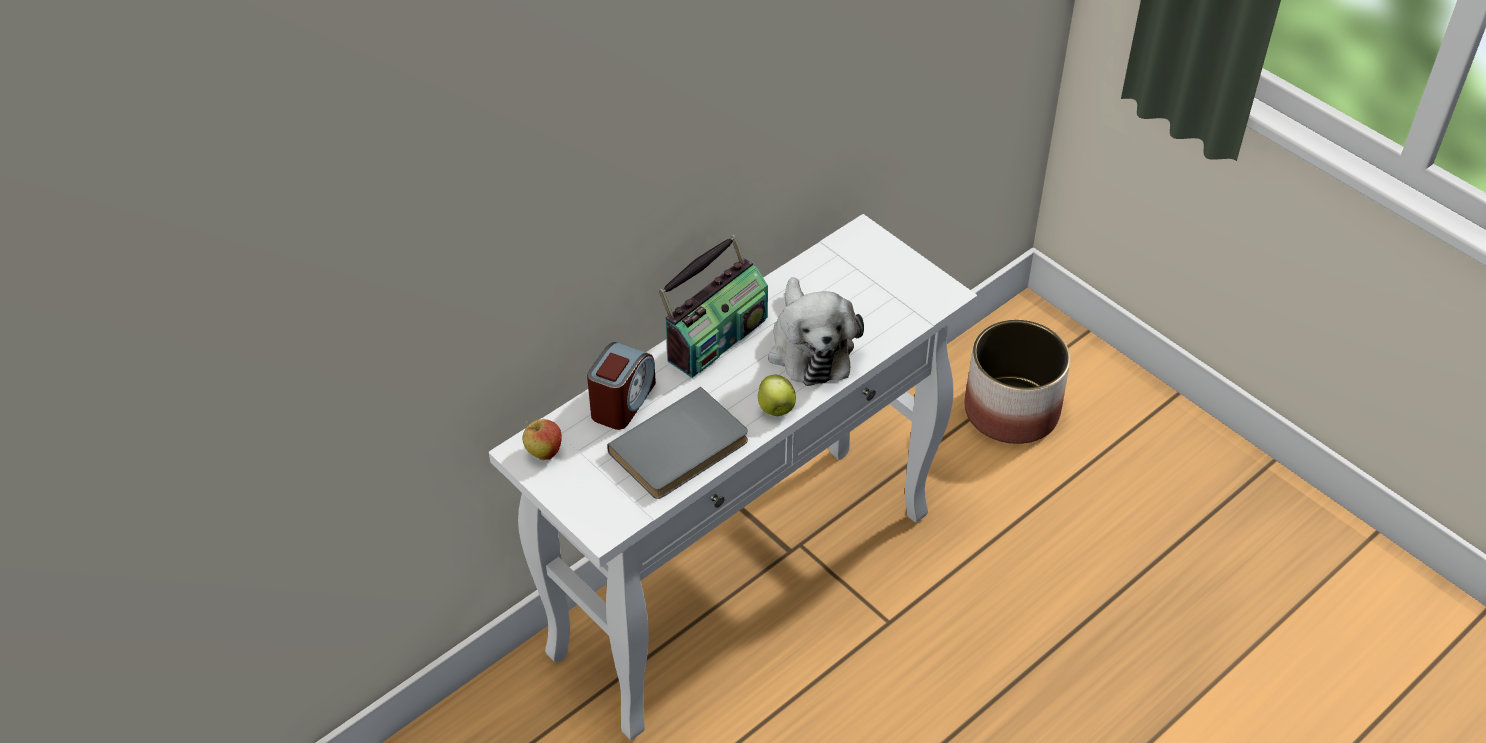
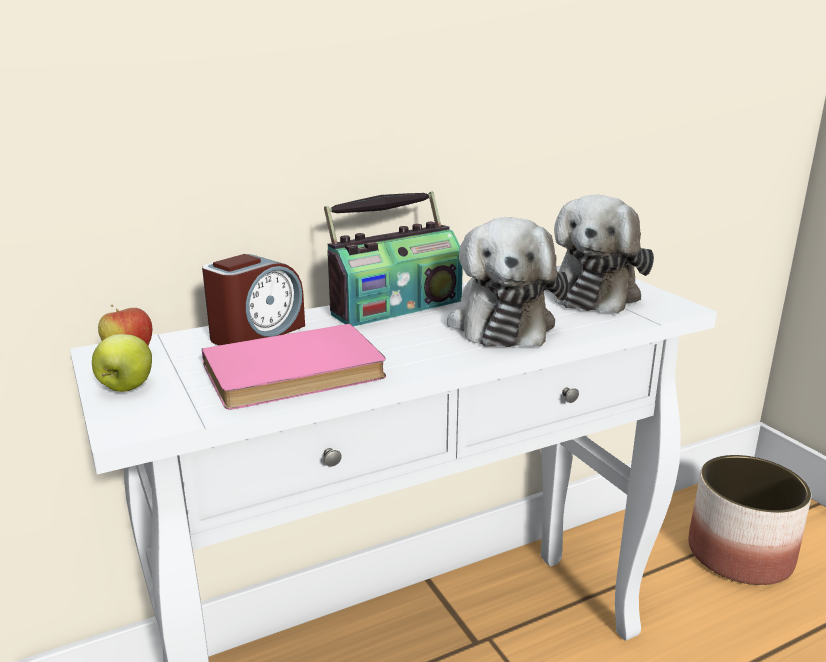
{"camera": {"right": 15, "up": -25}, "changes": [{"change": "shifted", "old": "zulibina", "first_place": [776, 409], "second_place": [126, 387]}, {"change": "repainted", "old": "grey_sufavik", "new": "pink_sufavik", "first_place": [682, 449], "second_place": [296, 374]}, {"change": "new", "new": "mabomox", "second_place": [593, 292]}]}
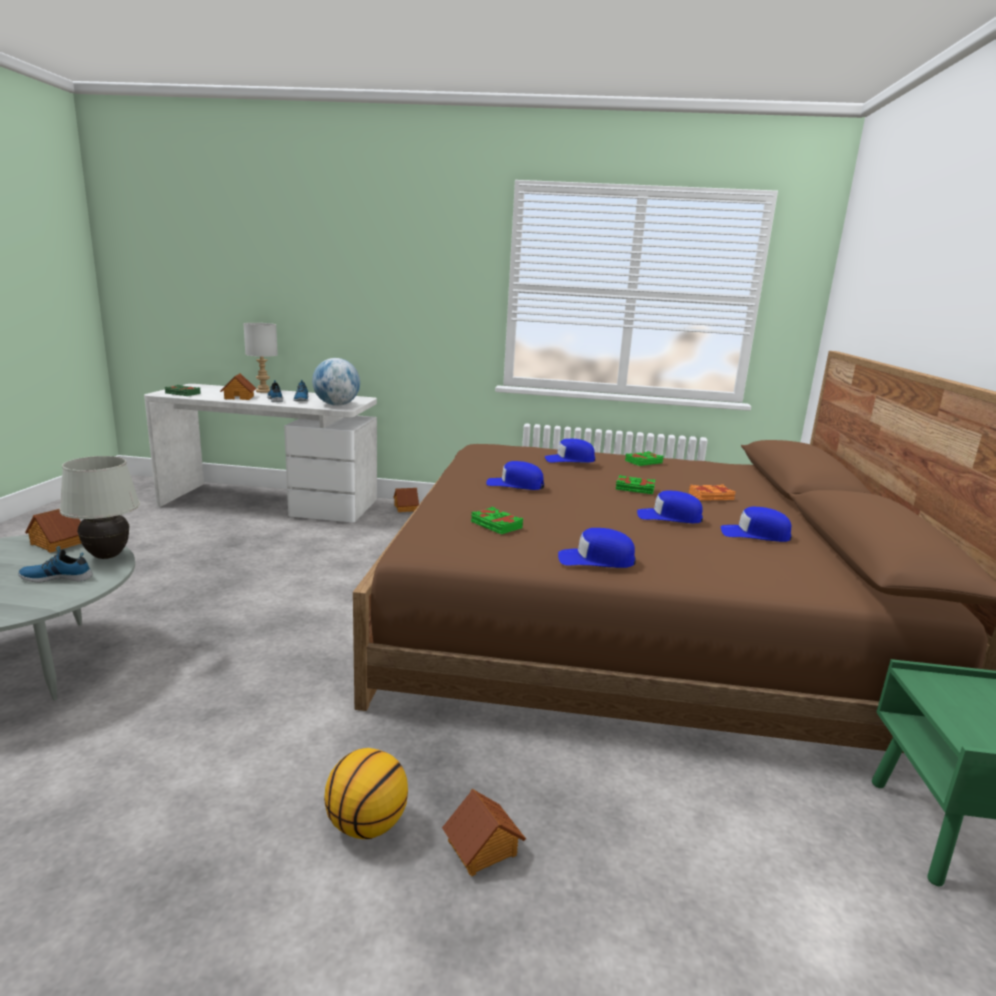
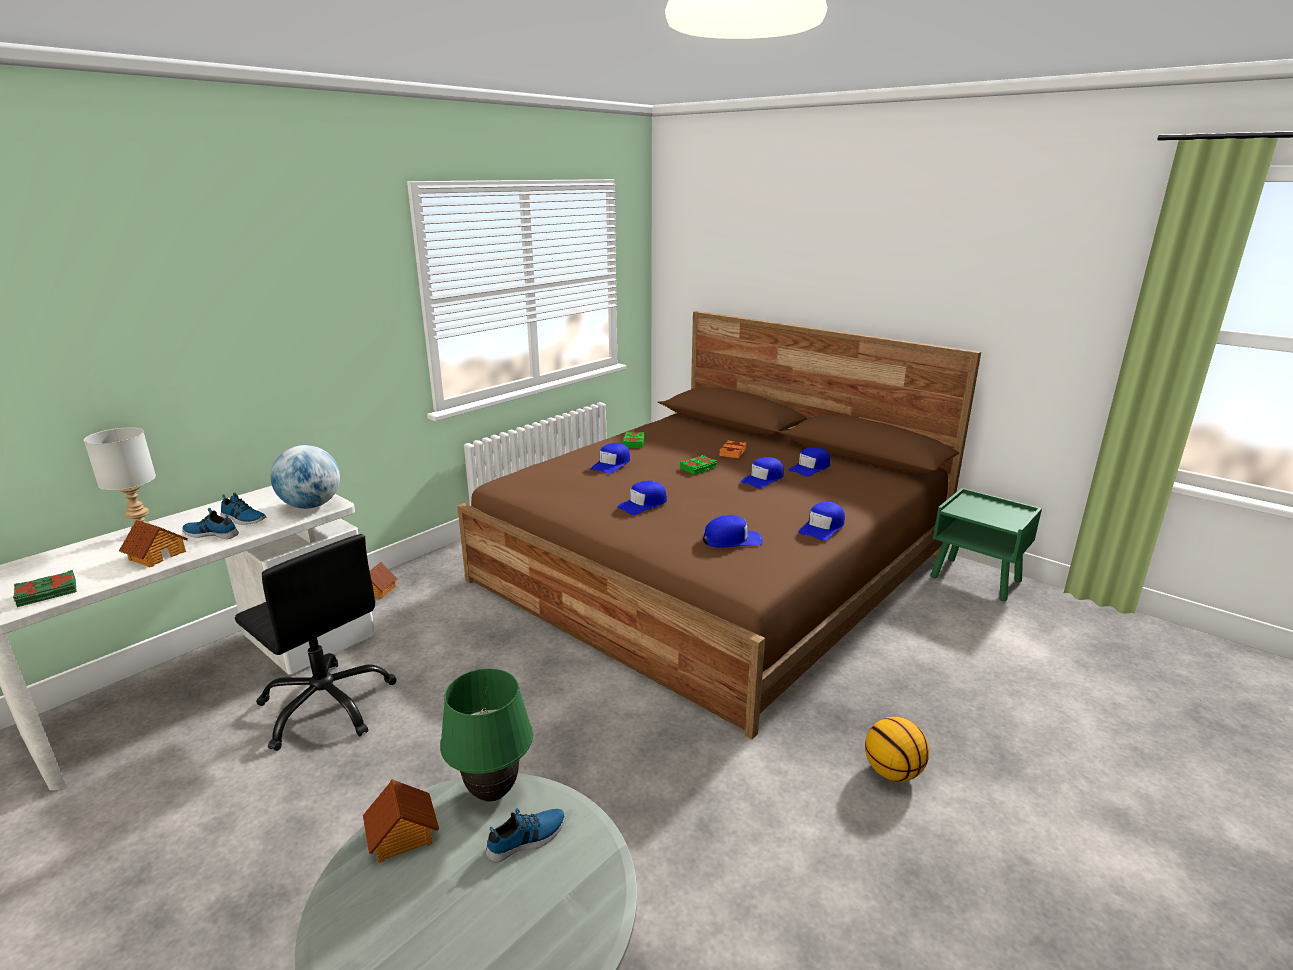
{"camera": {"right": -55, "up": 5}, "changes": [{"change": "new", "new": "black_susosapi", "second_place": [327, 705]}, {"change": "repainted", "old": "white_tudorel", "new": "green_tudorel", "first_place": [107, 556], "second_place": [492, 793]}, {"change": "rotated", "old": "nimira", "first_place": [57, 577], "second_place": [527, 839], "degrees": -150}, {"change": "swapped", "old": "green_sufavik", "new": "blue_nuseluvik", "first_place": [496, 525], "second_place": [732, 540]}, {"change": "gone", "old": "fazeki", "first_place": [482, 848]}]}
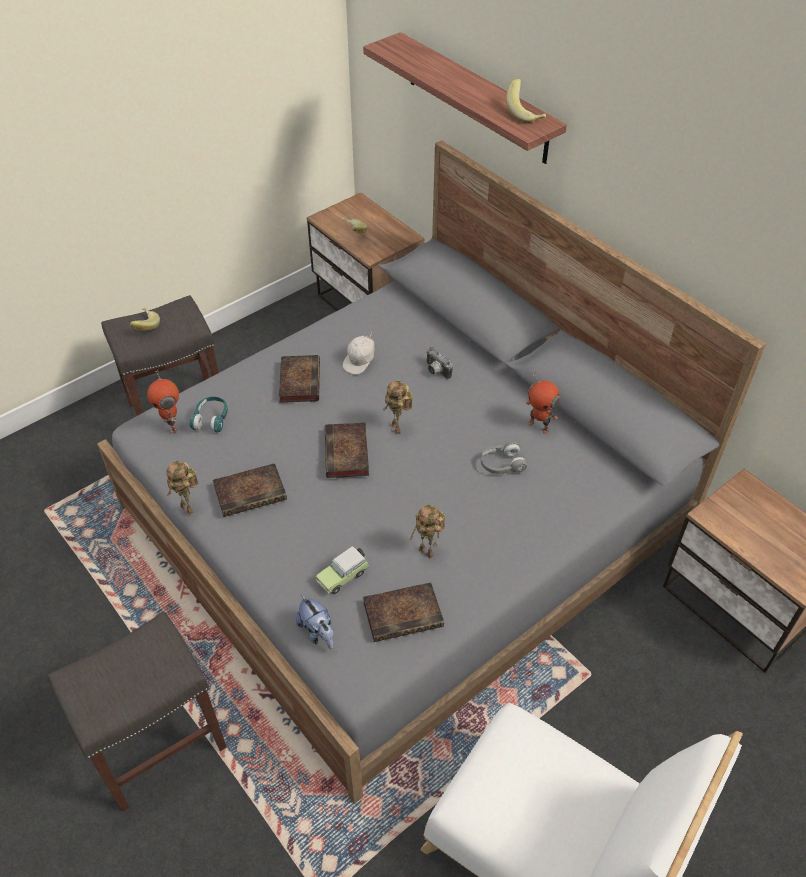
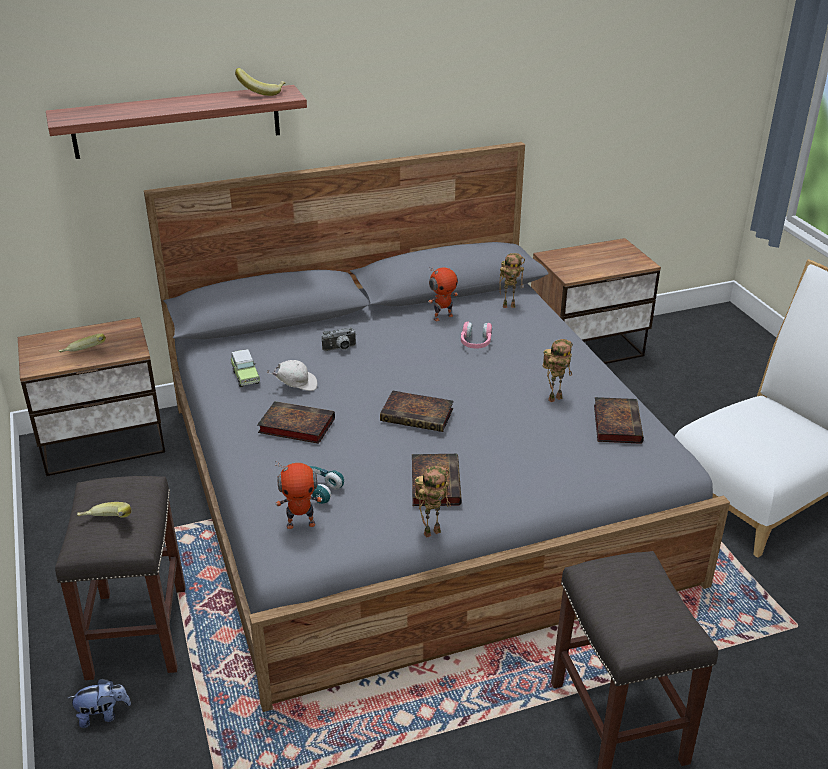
{"camera": {"right": -70, "up": -15}, "changes": [{"change": "shifted", "old": "mabomox", "first_place": [318, 632], "second_place": [103, 715]}, {"change": "shifted", "old": "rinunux", "first_place": [344, 576], "second_place": [245, 376]}, {"change": "rotated", "old": "white_nuseluvik", "first_place": [360, 362], "second_place": [296, 385], "degrees": -60}, {"change": "repainted", "old": "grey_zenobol", "new": "pink_zenobol", "first_place": [501, 464], "second_place": [475, 343]}, {"change": "shifted", "old": "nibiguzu", "first_place": [398, 429], "second_place": [509, 306]}]}
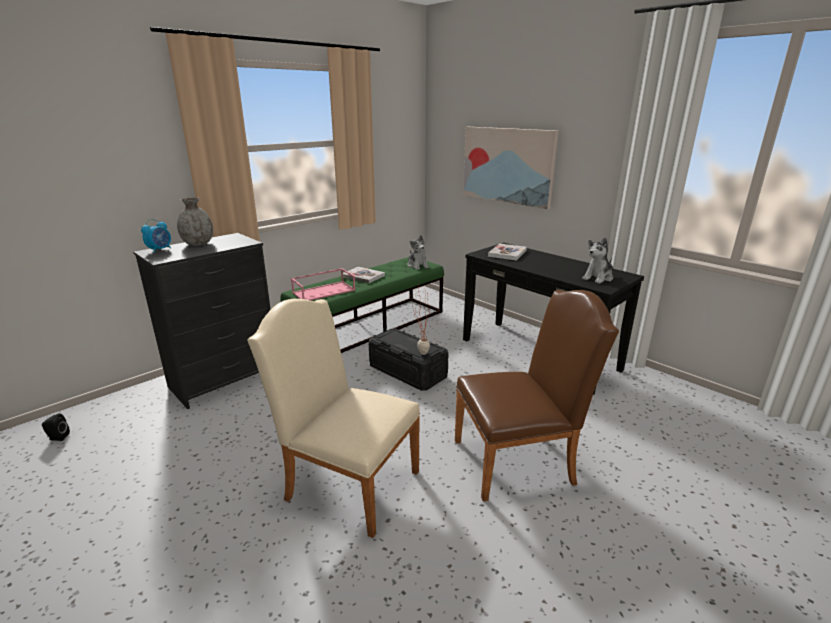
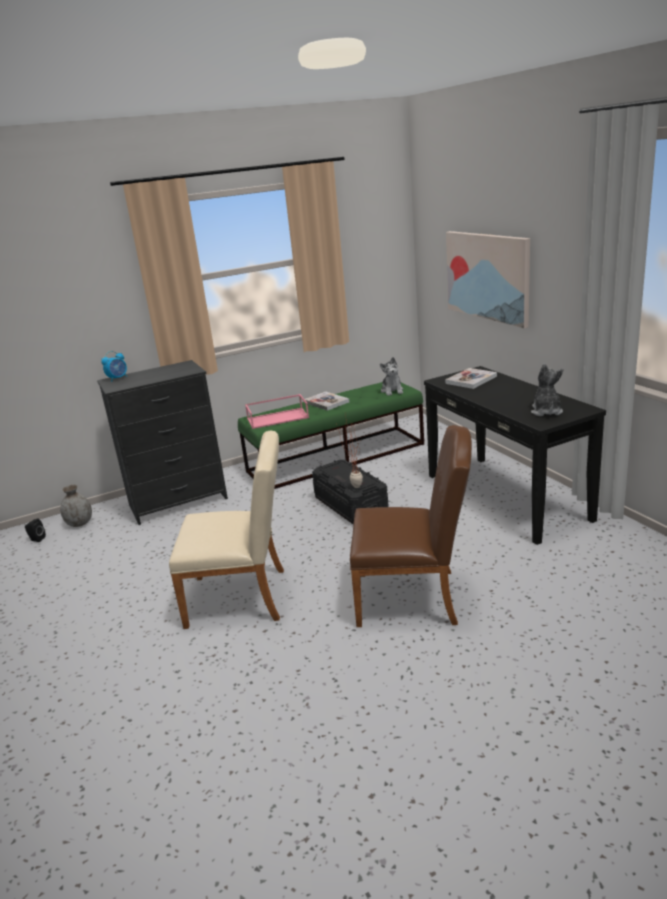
{"camera": {"right": 20, "up": 0}, "changes": [{"change": "shifted", "old": "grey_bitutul", "first_place": [198, 244], "second_place": [79, 523]}, {"change": "rotated", "old": "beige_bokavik", "first_place": [346, 481], "second_place": [244, 597], "degrees": 135}, {"change": "rotated", "old": "mabomox", "first_place": [598, 278], "second_place": [546, 411], "degrees": 120}]}
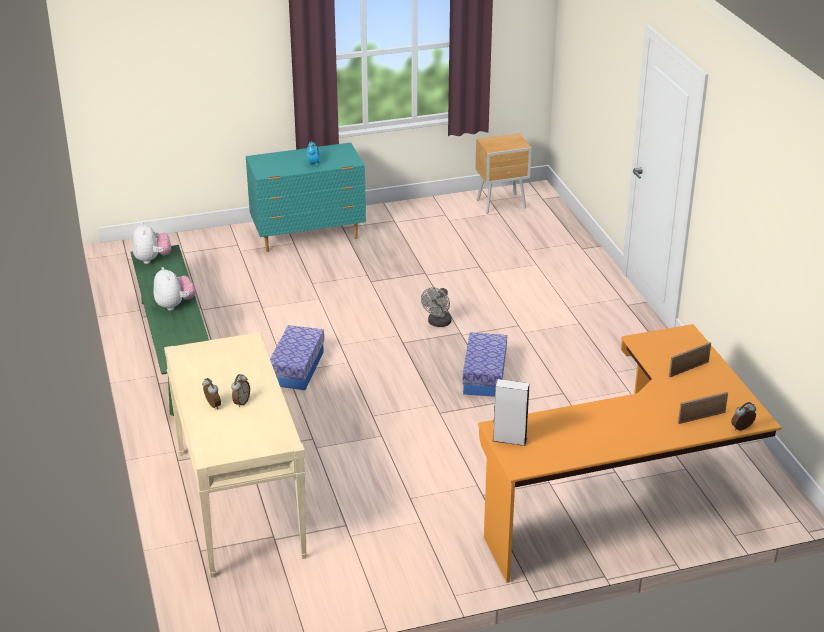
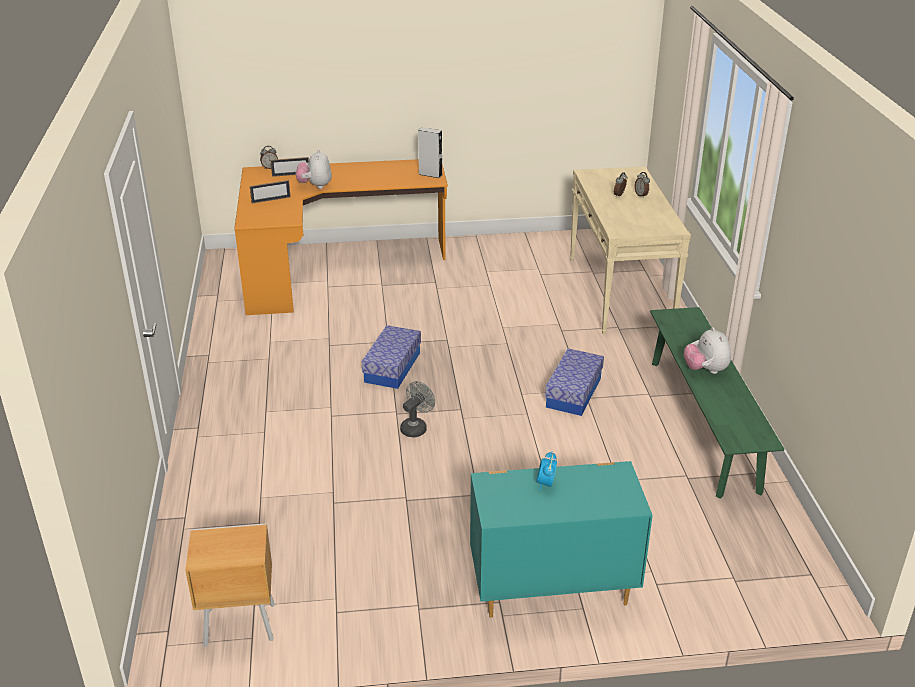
{"camera": {"right": -170, "up": 0}, "changes": [{"change": "shifted", "old": "mabomox", "first_place": [152, 259], "second_place": [315, 186]}]}
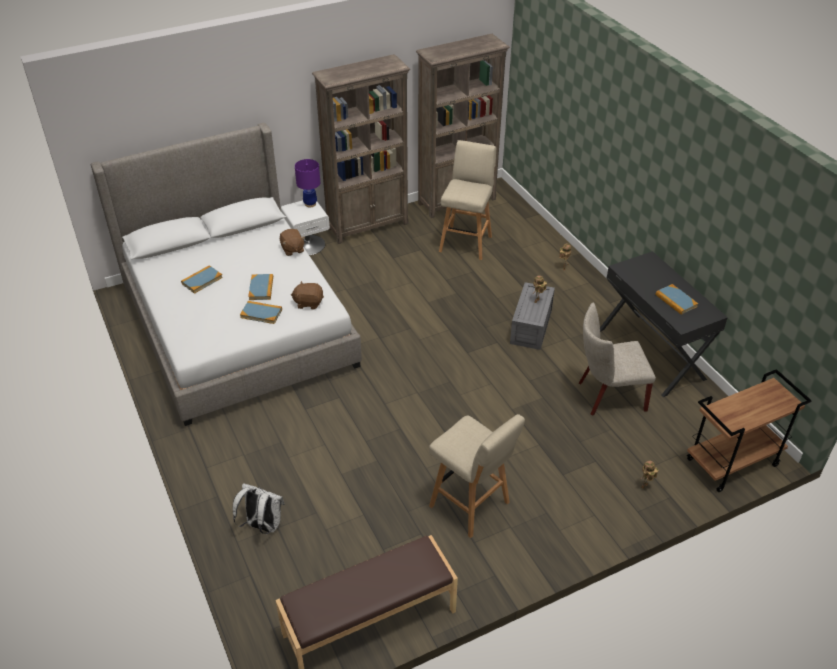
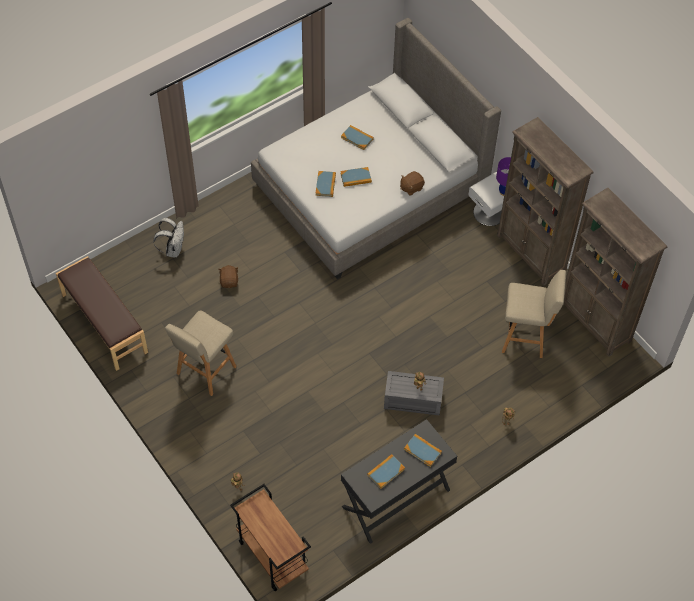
{"camera": {"right": 80, "up": 15}, "changes": [{"change": "shifted", "old": "brown_mabomox", "first_place": [308, 303], "second_place": [229, 281]}, {"change": "new", "new": "sufavik", "second_place": [422, 451]}, {"change": "gone", "old": "beige_bokavik", "first_place": [607, 396]}]}
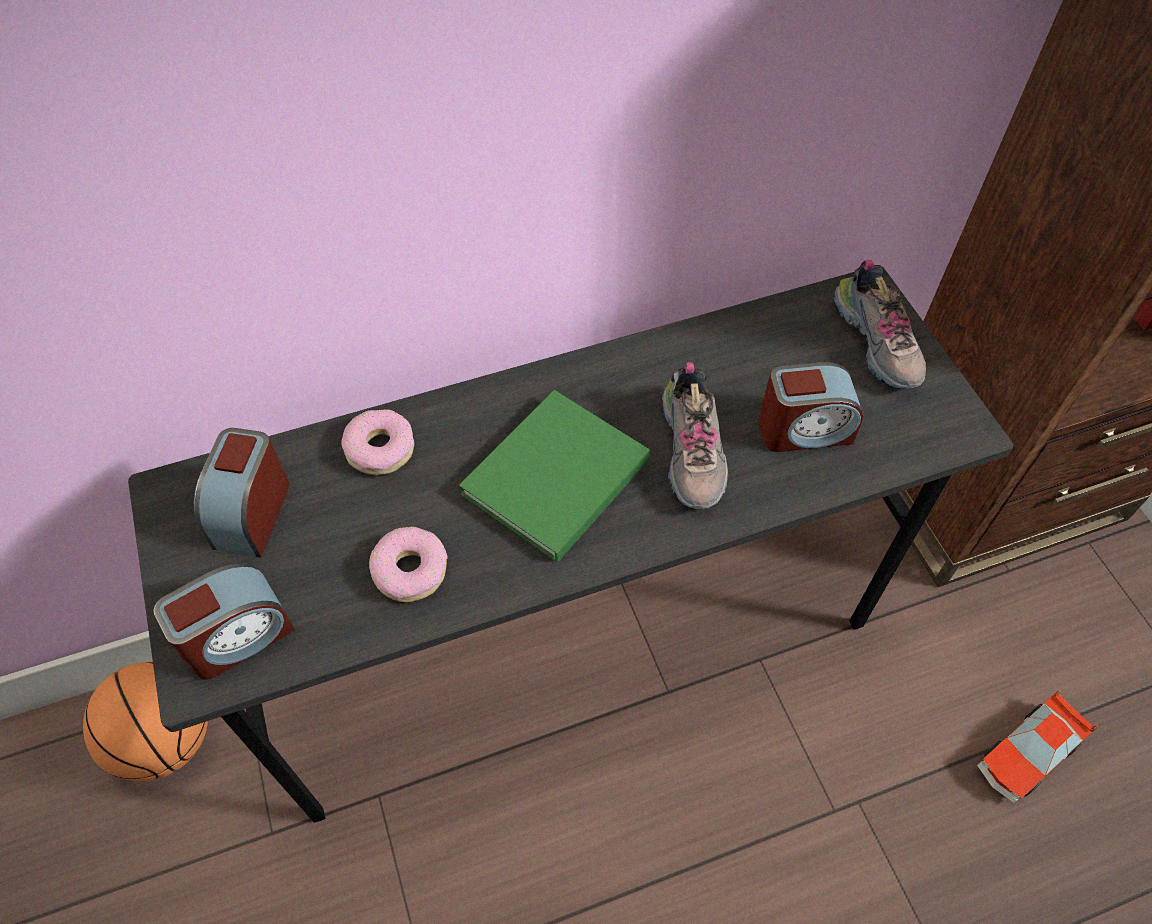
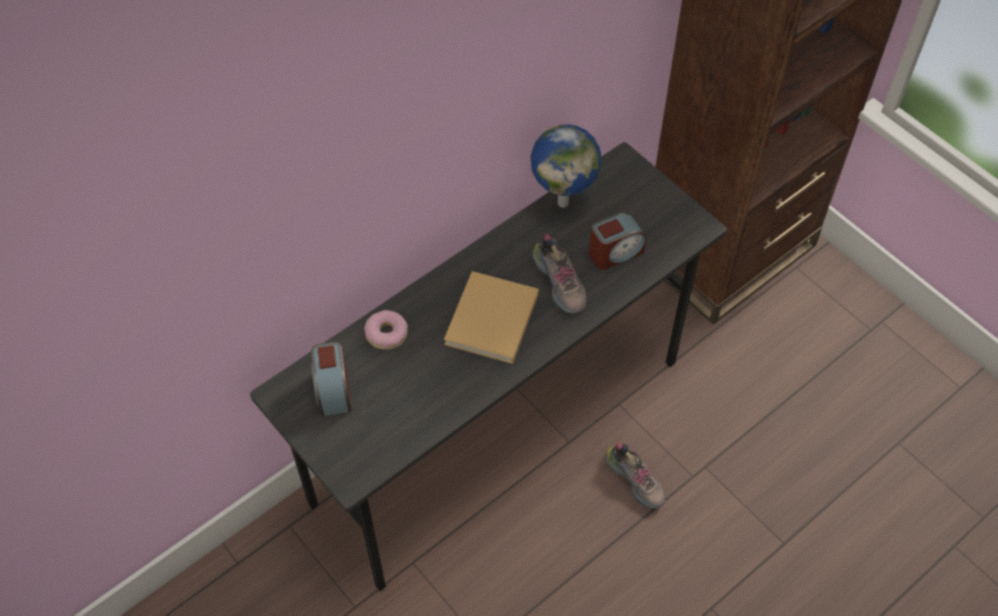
{"camera": {"right": -20, "up": 0}, "changes": [{"change": "repainted", "old": "green_sufavik", "new": "beige_sufavik", "first_place": [552, 480], "second_place": [491, 322]}, {"change": "new", "new": "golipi", "second_place": [563, 202]}, {"change": "shifted", "old": "nimira", "first_place": [879, 343], "second_place": [636, 480]}, {"change": "gone", "old": "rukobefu", "first_place": [167, 739]}, {"change": "gone", "old": "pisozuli", "first_place": [238, 636]}, {"change": "gone", "old": "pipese", "first_place": [409, 570]}, {"change": "gone", "old": "rinunux", "first_place": [1027, 754]}]}
